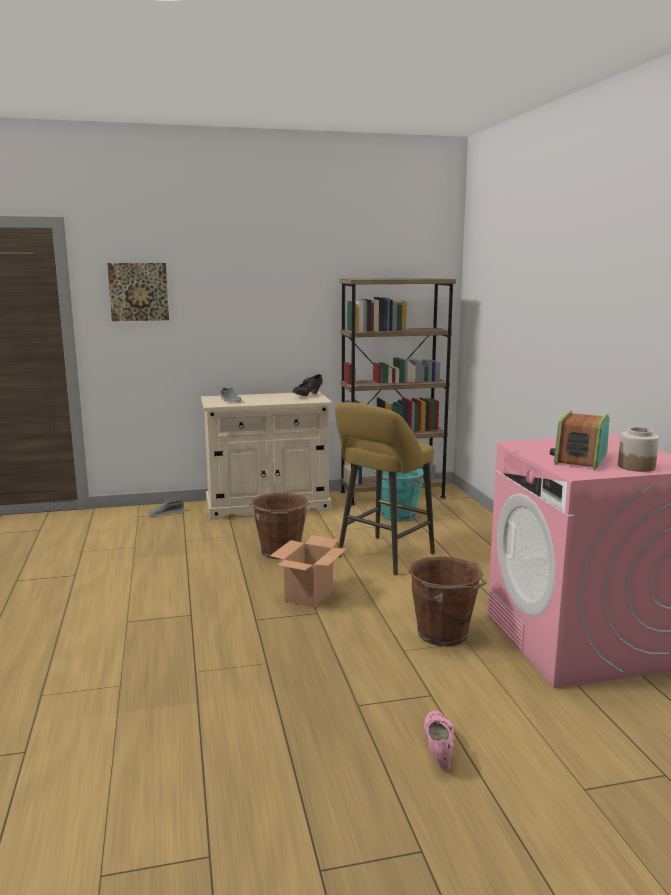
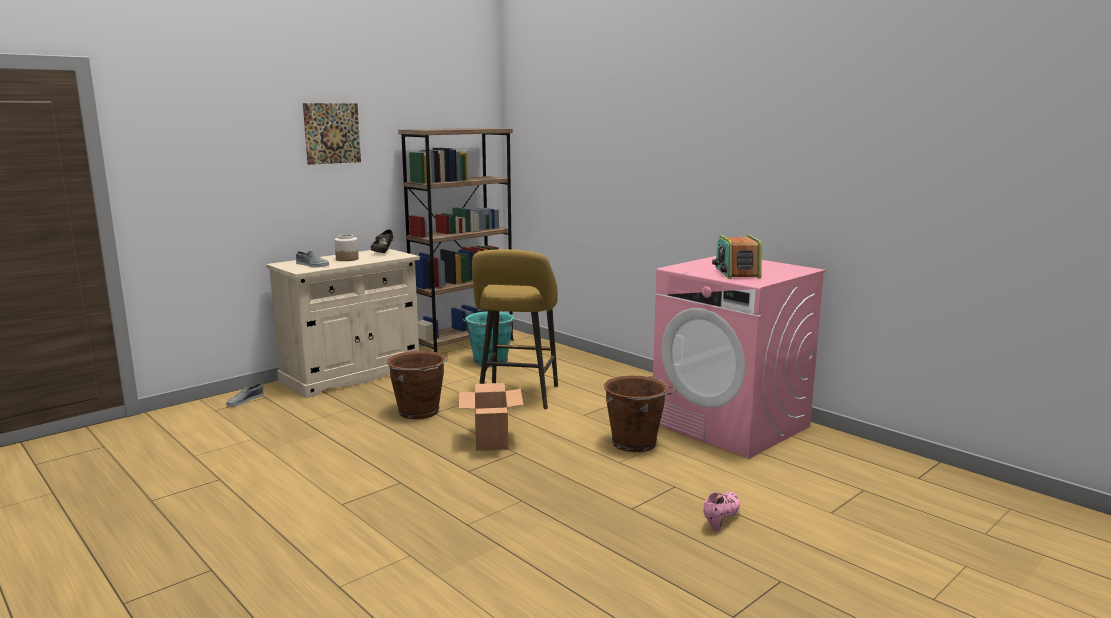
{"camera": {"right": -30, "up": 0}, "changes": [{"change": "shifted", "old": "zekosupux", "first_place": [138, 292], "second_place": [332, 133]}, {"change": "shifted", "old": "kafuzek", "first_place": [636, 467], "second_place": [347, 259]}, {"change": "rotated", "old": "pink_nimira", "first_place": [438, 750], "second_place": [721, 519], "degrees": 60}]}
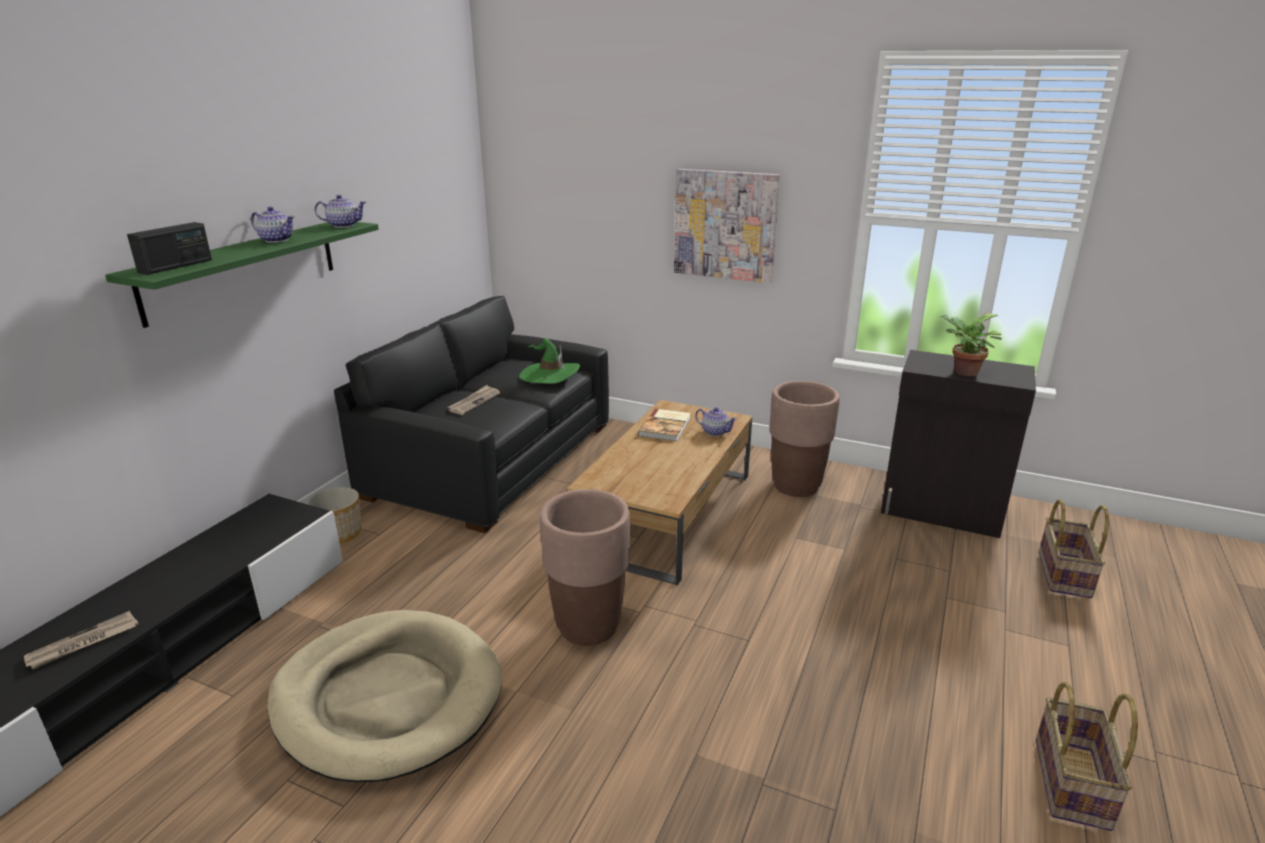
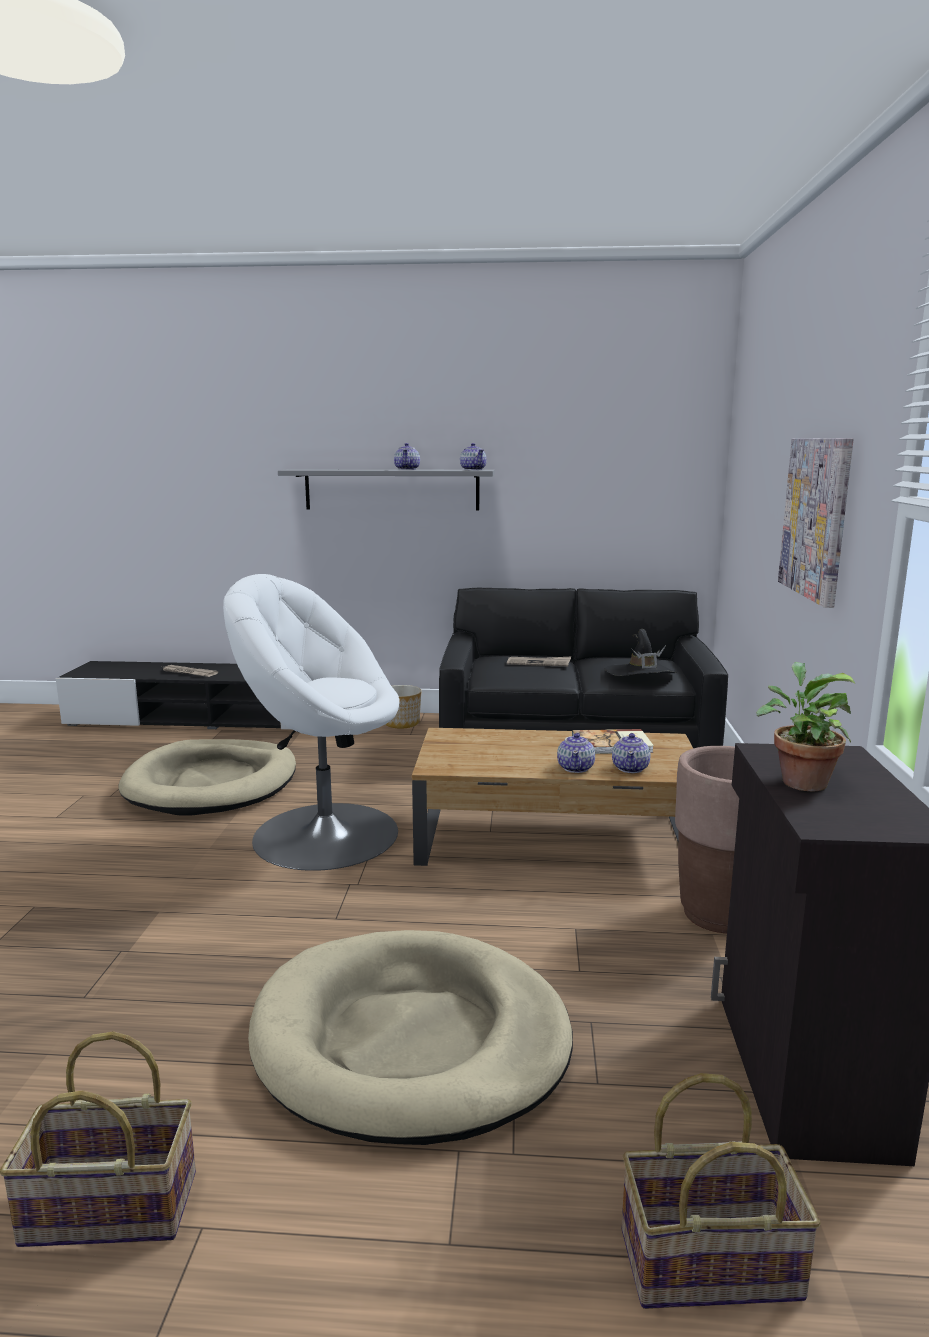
{"camera": {"right": 70, "up": -10}, "changes": [{"change": "swapped", "old": "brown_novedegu", "new": "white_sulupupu", "first_place": [587, 626], "second_place": [323, 834]}, {"change": "new", "new": "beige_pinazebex", "second_place": [411, 1040]}, {"change": "repainted", "old": "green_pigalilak", "new": "grey_pigalilak", "first_place": [243, 269], "second_place": [392, 489]}, {"change": "new", "new": "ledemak", "second_place": [576, 768]}, {"change": "repainted", "old": "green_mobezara", "new": "black_mobezara", "first_place": [549, 375], "second_place": [640, 674]}, {"change": "gone", "old": "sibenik", "first_place": [176, 266]}]}
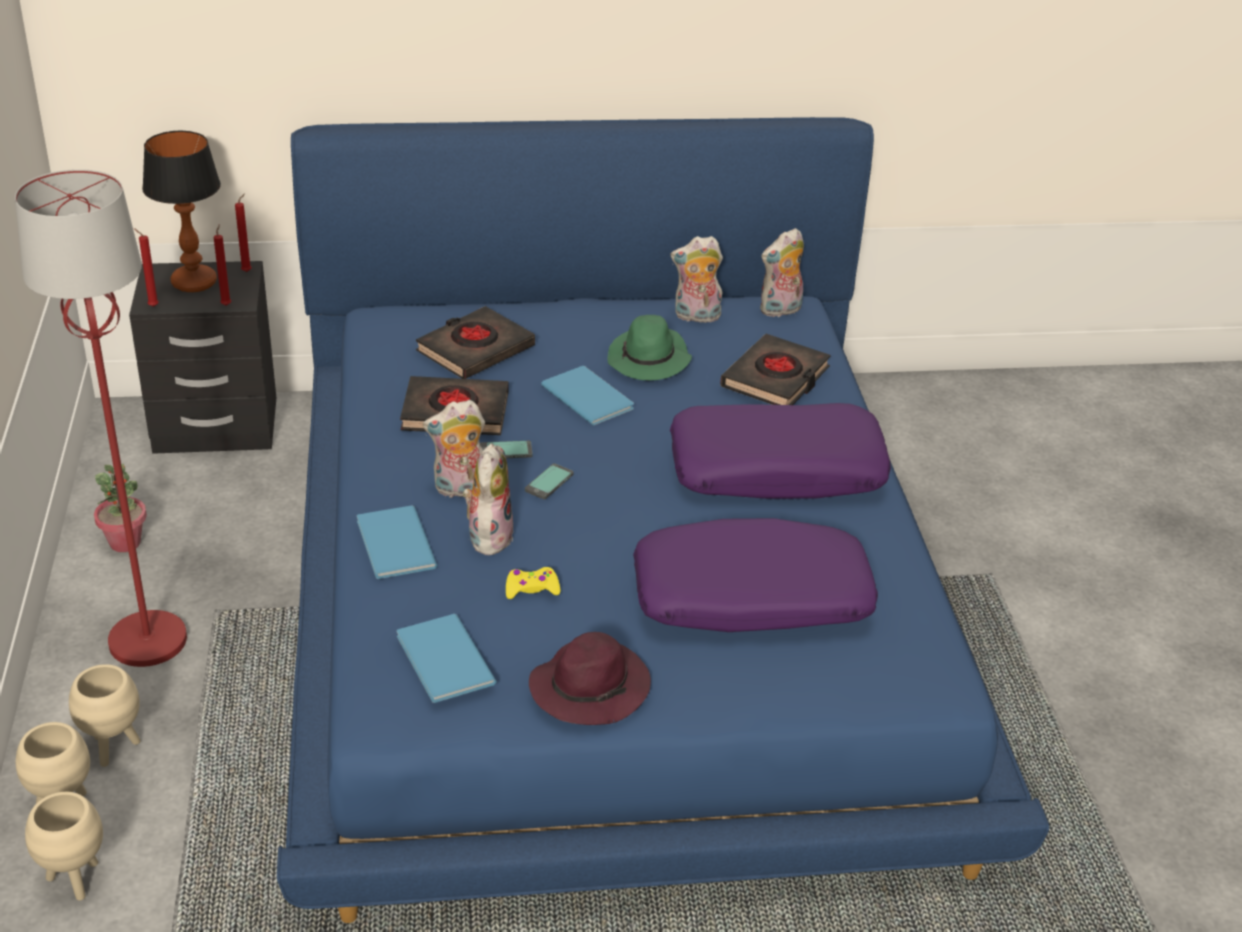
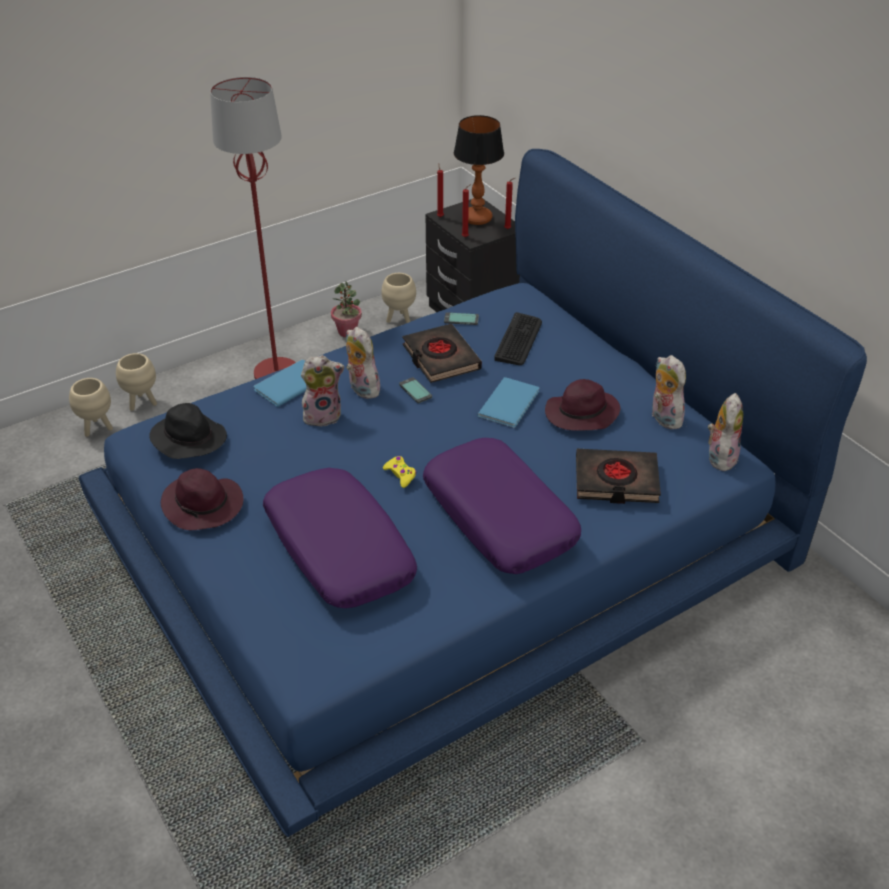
{"camera": {"right": 65, "up": 5}, "changes": [{"change": "swapped", "old": "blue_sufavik", "new": "black_mobezara", "first_place": [443, 662], "second_place": [188, 439]}, {"change": "shifted", "old": "beige_novedegu", "first_place": [113, 748], "second_place": [400, 320]}, {"change": "shifted", "old": "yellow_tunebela", "first_place": [531, 589], "second_place": [400, 474]}, {"change": "shifted", "old": "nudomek", "first_place": [549, 482], "second_place": [461, 319]}, {"change": "swapped", "old": "black_sufavik", "new": "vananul", "first_place": [475, 350], "second_place": [519, 340]}, {"change": "repainted", "old": "green_mobezara", "new": "purple_mobezara", "first_place": [649, 360], "second_place": [581, 415]}, {"change": "rotated", "old": "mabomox", "first_place": [780, 310], "second_place": [720, 456], "degrees": 75}]}
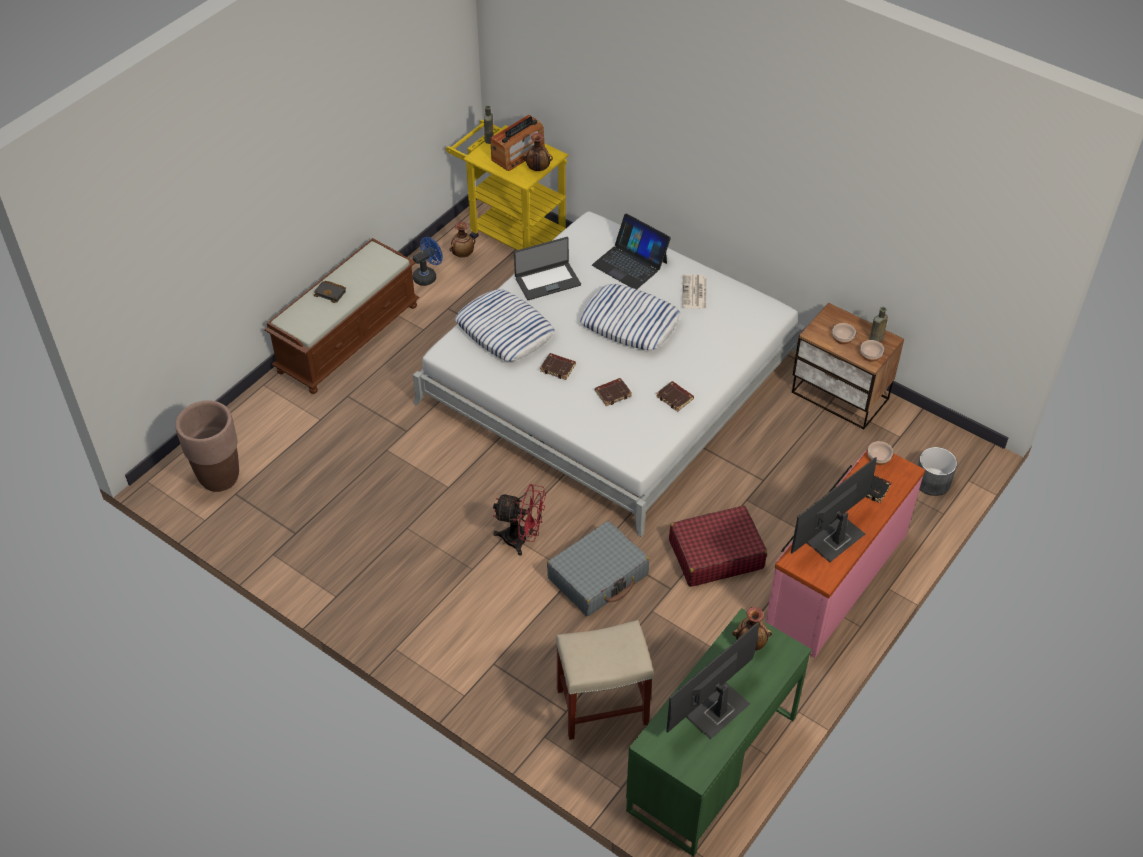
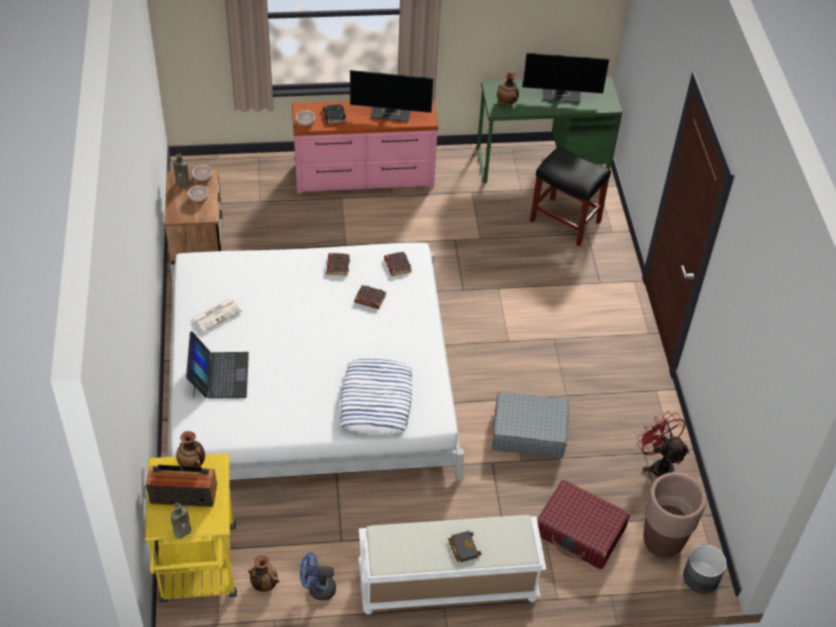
{"camera": {"right": -135, "up": 0}, "changes": [{"change": "repainted", "old": "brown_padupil", "new": "white_padupil", "first_place": [348, 337], "second_place": [447, 584]}, {"change": "shifted", "old": "brown_sufavik", "first_place": [558, 368], "second_place": [397, 265]}, {"change": "shifted", "old": "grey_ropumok", "first_place": [598, 576], "second_place": [528, 432]}, {"change": "repainted", "old": "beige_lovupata", "new": "black_lovupata", "first_place": [603, 705], "second_place": [564, 221]}, {"change": "shifted", "old": "red_ropumok", "first_place": [715, 554], "second_place": [580, 531]}, {"change": "shifted", "old": "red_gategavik", "first_place": [522, 539], "second_place": [658, 465]}, {"change": "shifted", "old": "grey_novedegu", "first_place": [931, 481], "second_place": [701, 577]}, {"change": "gone", "old": "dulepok", "first_place": [547, 281]}, {"change": "gone", "old": "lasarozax", "first_place": [630, 323]}]}
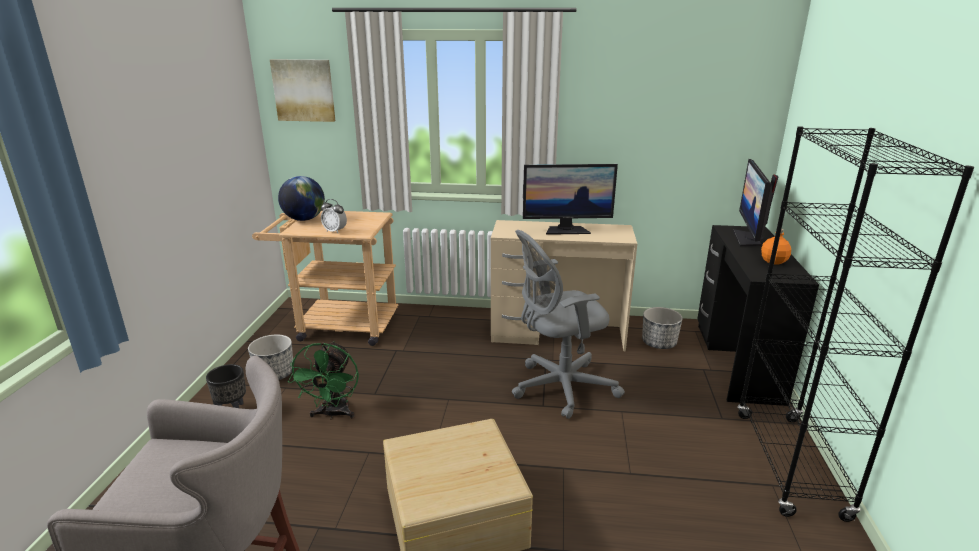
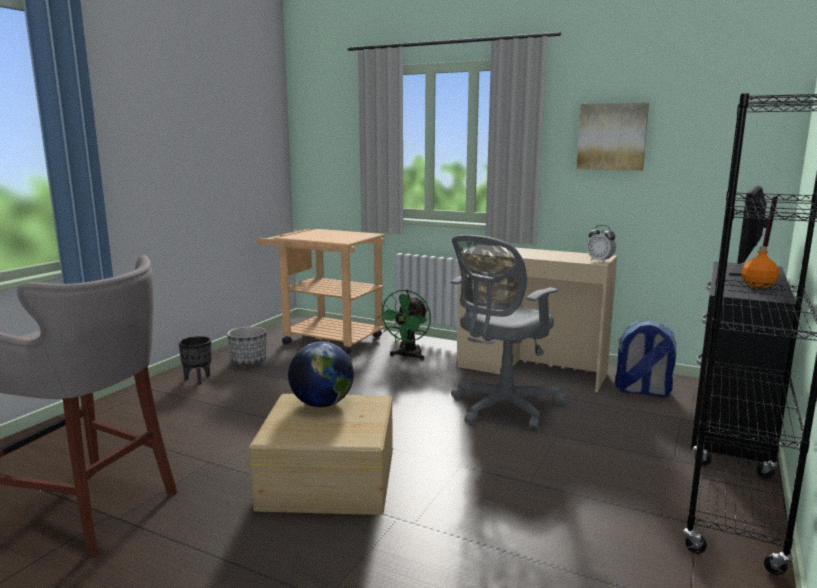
{"camera": {"right": 20, "up": -10}, "changes": [{"change": "shifted", "old": "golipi", "first_place": [304, 219], "second_place": [322, 404]}, {"change": "shifted", "old": "green_gategavik", "first_place": [333, 414], "second_place": [408, 356]}, {"change": "rotated", "old": "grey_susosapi", "first_place": [559, 388], "second_place": [502, 408], "degrees": -45}, {"change": "shifted", "old": "zekosupux", "first_place": [304, 90], "second_place": [612, 137]}, {"change": "shifted", "old": "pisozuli", "first_place": [335, 231], "second_place": [600, 261]}, {"change": "swapped", "old": "novedegu", "new": "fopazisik", "first_place": [658, 343], "second_place": [642, 391]}, {"change": "gone", "old": "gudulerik", "first_place": [566, 230]}]}
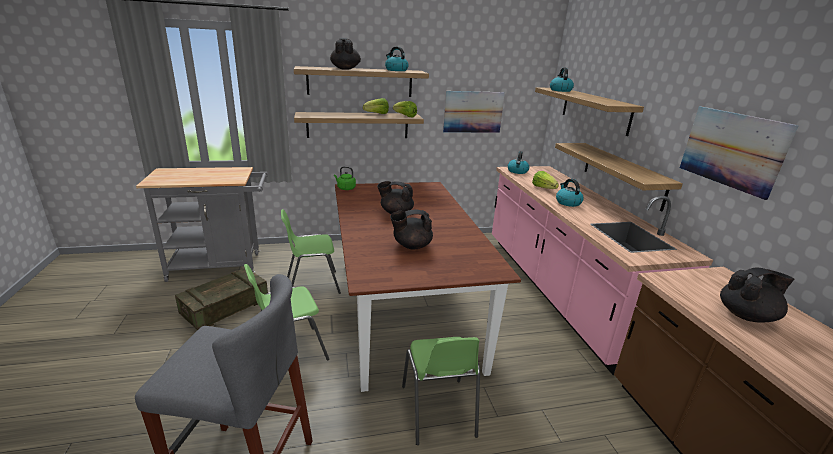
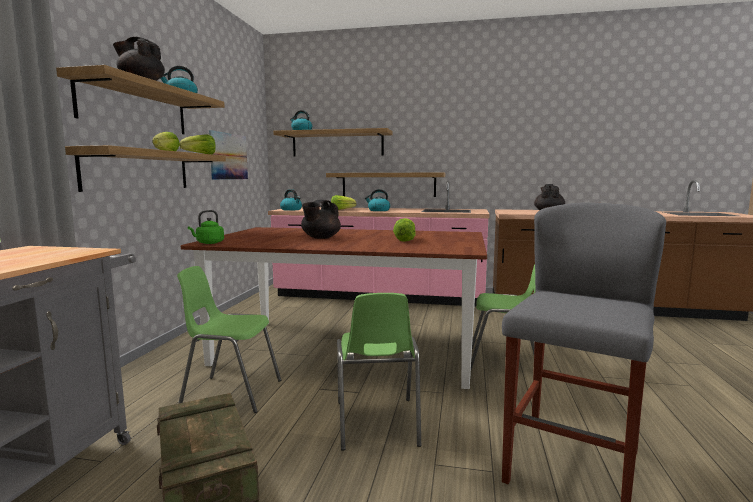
{"camera": {"right": -65, "up": -15}, "changes": [{"change": "rotated", "old": "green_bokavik", "first_place": [312, 284], "second_place": [231, 393], "degrees": 90}, {"change": "swapped", "old": "black_ledemak", "new": "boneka", "first_place": [411, 246], "second_place": [405, 240]}, {"change": "gone", "old": "zekosupux", "first_place": [731, 149]}]}
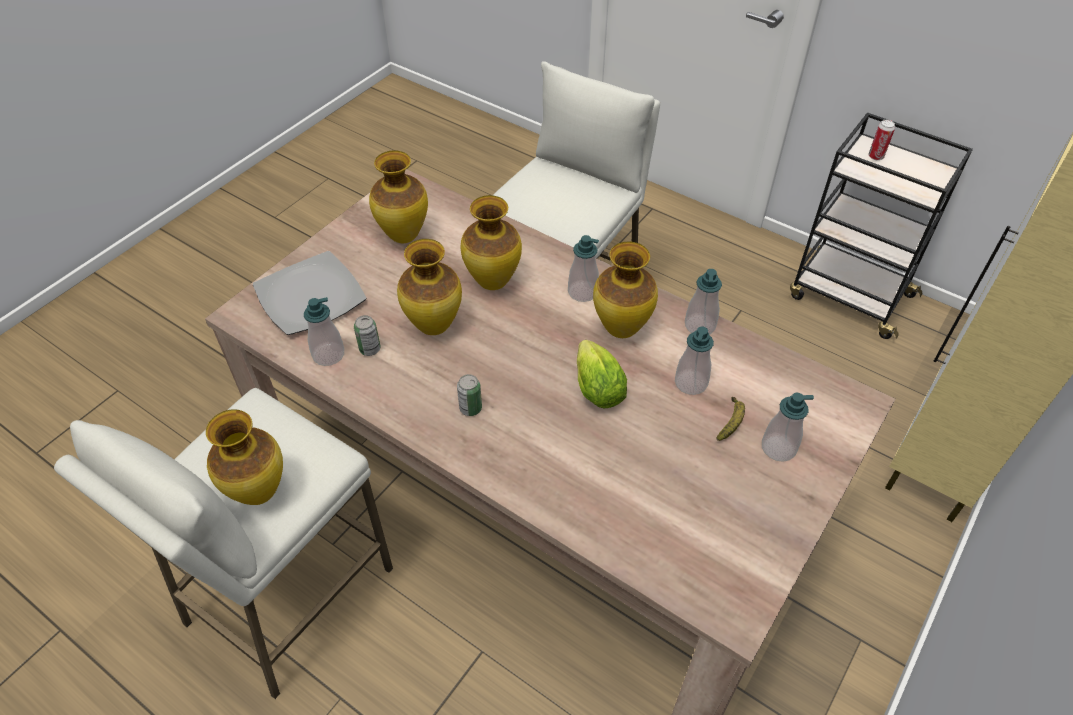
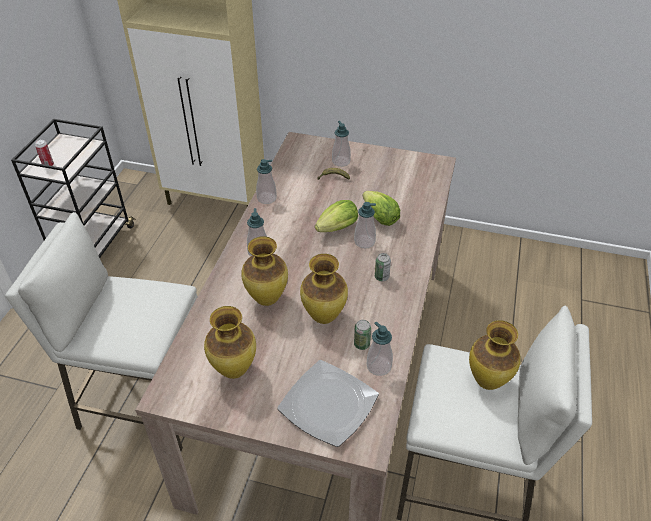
{"camera": {"right": -110, "up": -5}, "changes": [{"change": "shifted", "old": "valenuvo", "first_place": [691, 383], "second_place": [364, 242]}, {"change": "new", "new": "boneka", "second_place": [378, 216]}, {"change": "gone", "old": "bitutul", "first_place": [620, 329]}]}
